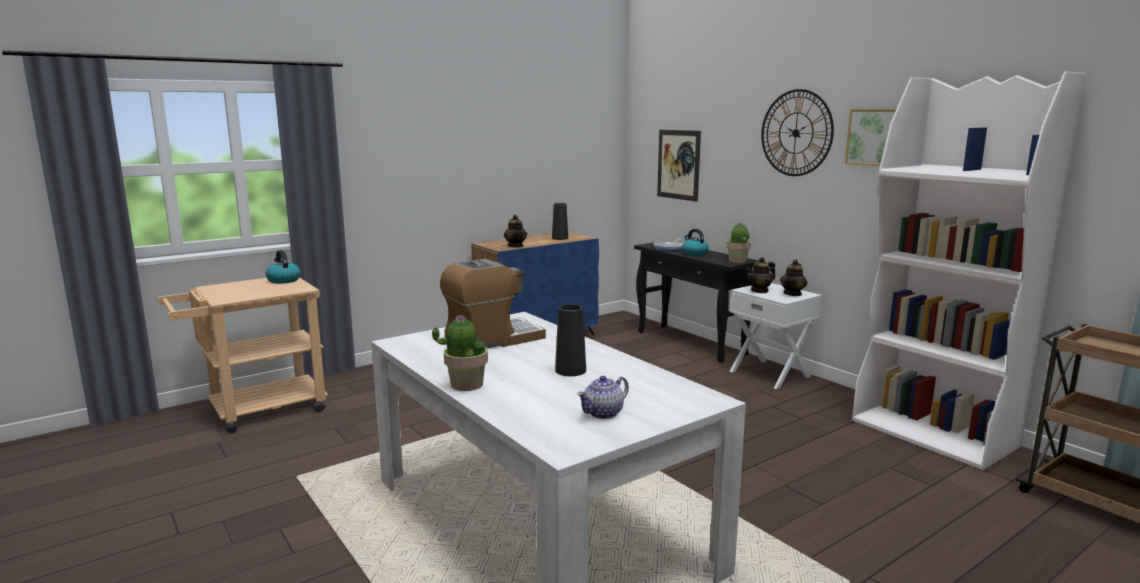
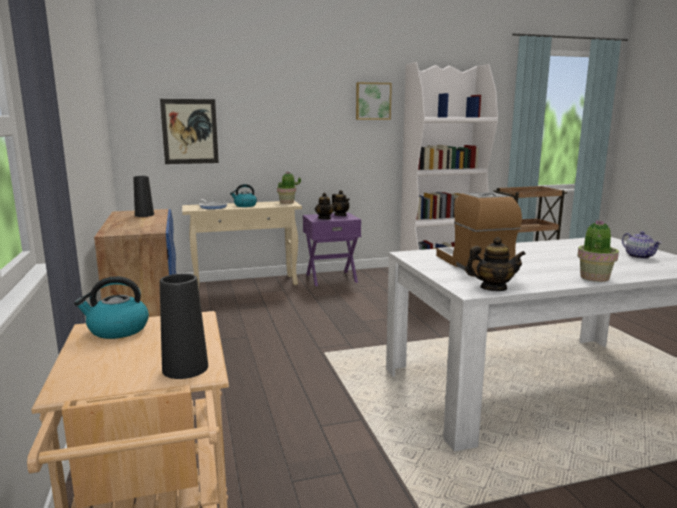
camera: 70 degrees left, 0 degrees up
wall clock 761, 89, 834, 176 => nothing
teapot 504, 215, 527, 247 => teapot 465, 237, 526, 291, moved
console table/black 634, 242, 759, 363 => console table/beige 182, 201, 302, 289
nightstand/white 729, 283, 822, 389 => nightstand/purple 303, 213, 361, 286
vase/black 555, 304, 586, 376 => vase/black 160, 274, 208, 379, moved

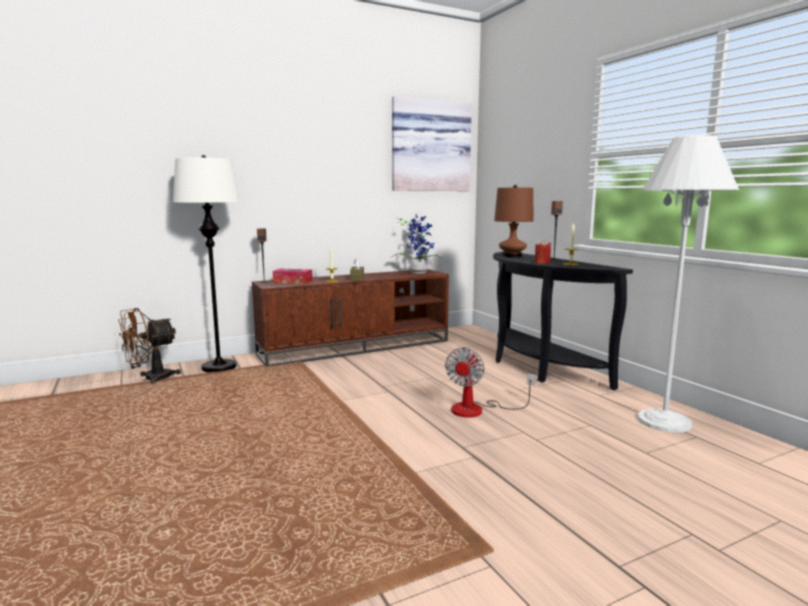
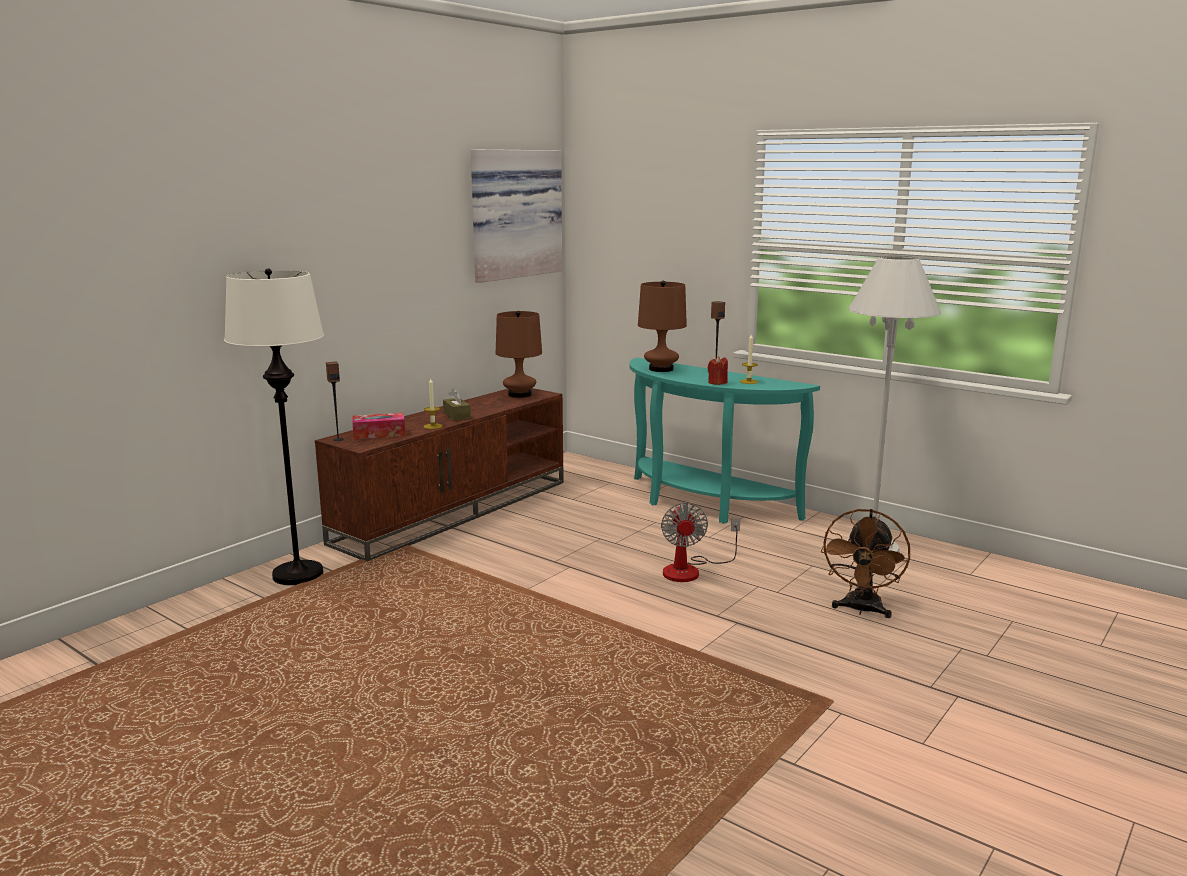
camera: 25 degrees left, 5 degrees up
potted plant 390, 215, 442, 274 => table lamp/brown 496, 311, 542, 398
console table/black 493, 251, 633, 391 => console table/turquoise 629, 358, 820, 524
fan/brown 118, 308, 181, 384 => fan/brown 821, 509, 910, 618, moved

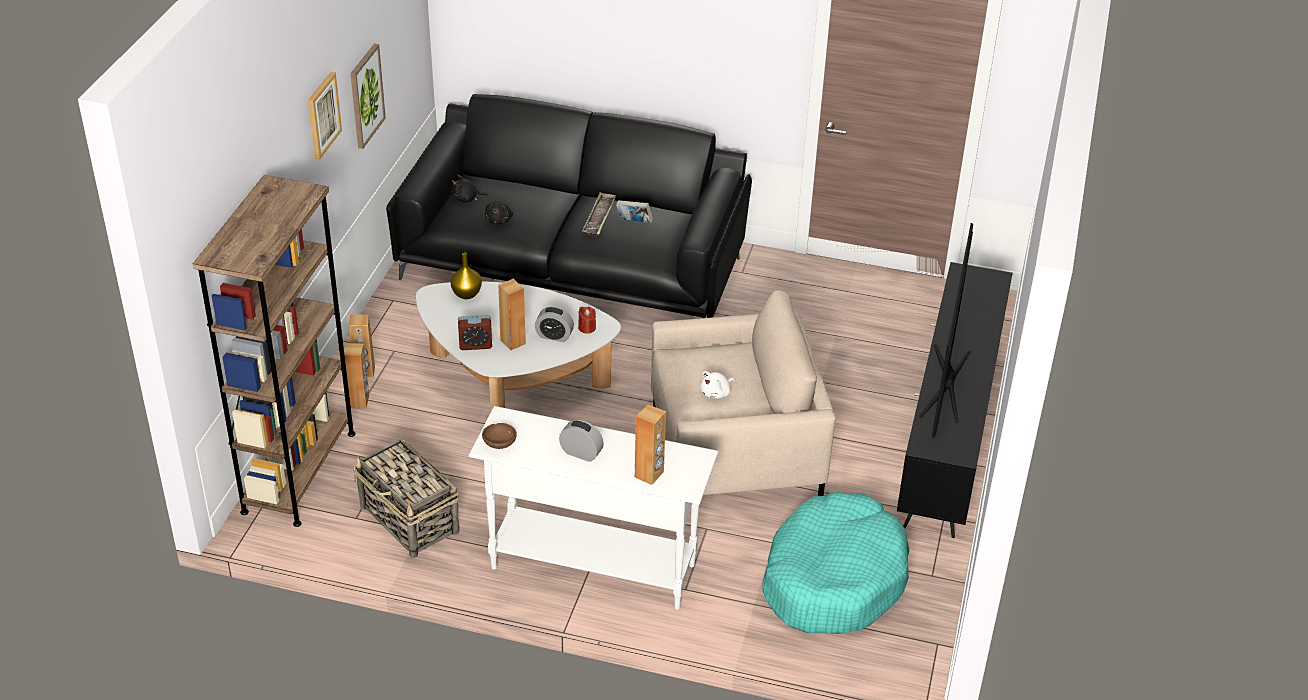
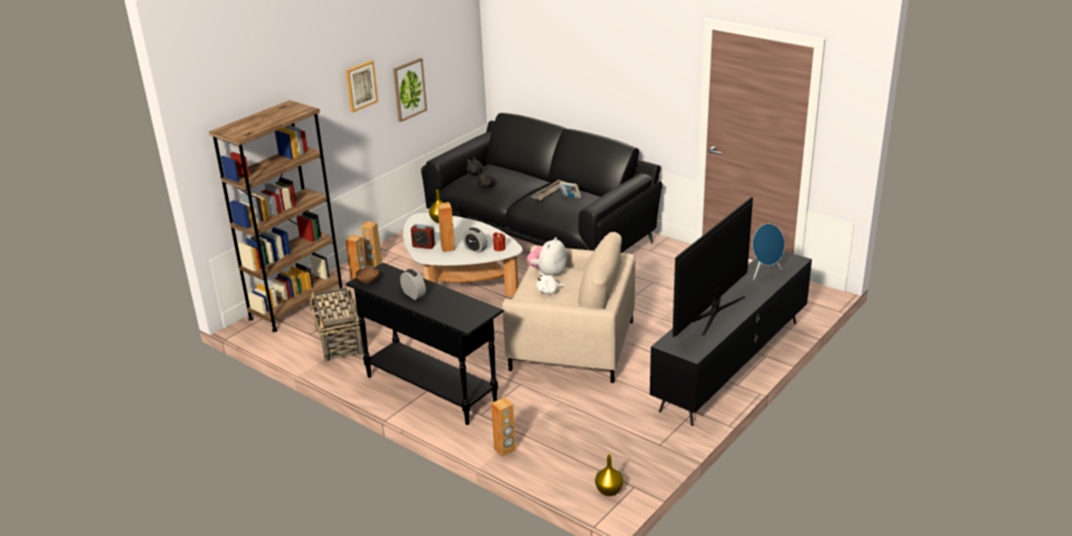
camera: 25 degrees right, 10 degrees down
speaker/brown 635, 404, 666, 485 => speaker/brown 491, 397, 516, 457, moved
console table/white 469, 406, 718, 610 => console table/black 346, 263, 504, 425
dog bed/turquoise 762, 491, 909, 634 => nothing
nothing => speaker/blue 750, 224, 785, 280
nothing => plush toy 527, 237, 567, 277
nothing => vase/yellow 595, 454, 623, 496

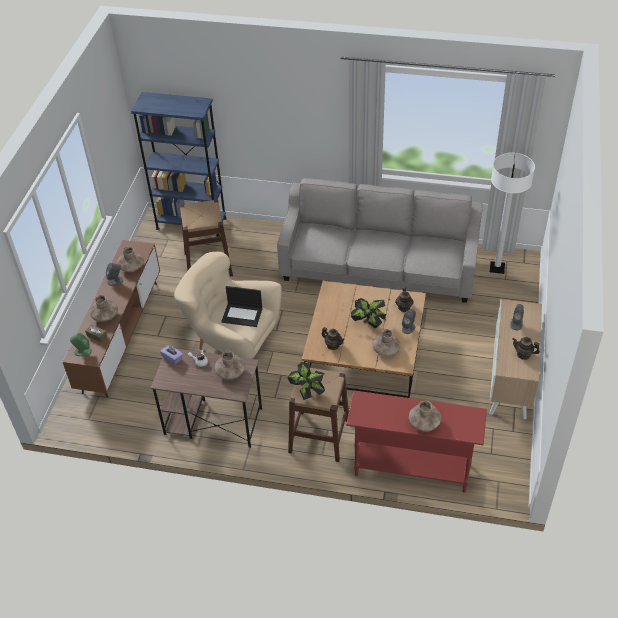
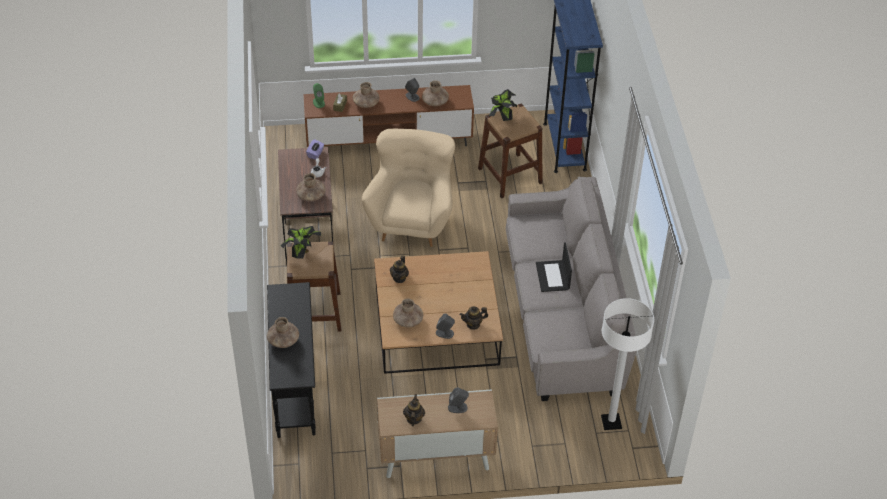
camera: 70 degrees right, 0 degrees up
laptop 221, 286, 262, 327 => laptop 536, 242, 572, 292, moved
potted plant 351, 298, 386, 328 => potted plant 489, 89, 517, 121, moved
console table/red 346, 390, 487, 493 => console table/black 267, 282, 316, 438

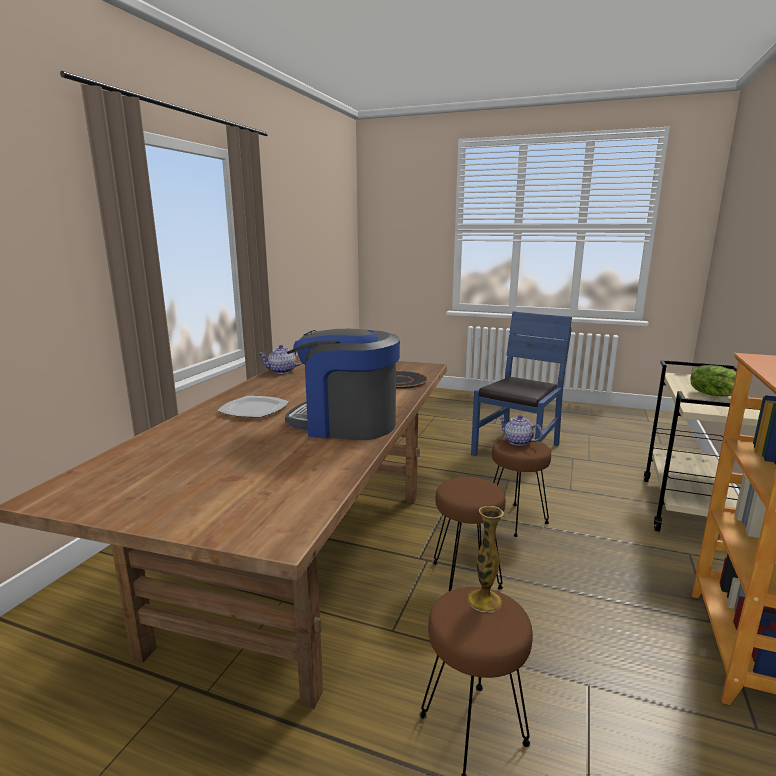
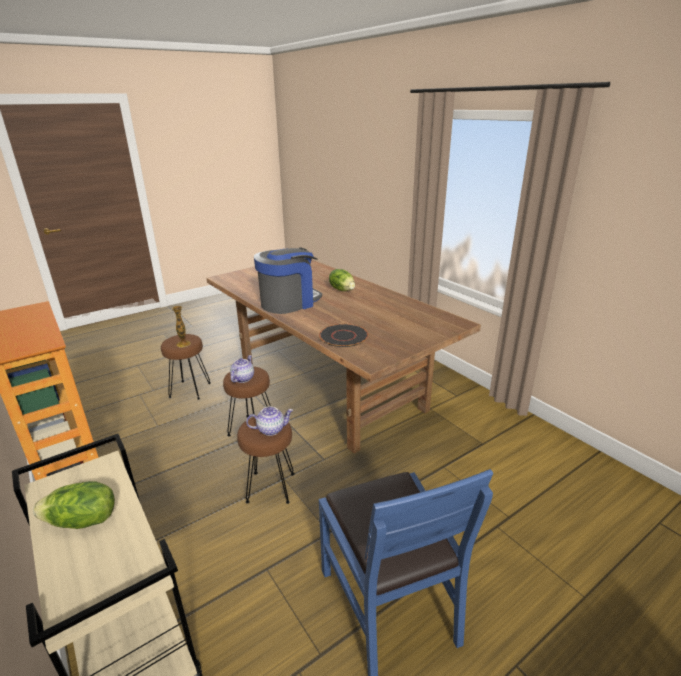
camera: 125 degrees right, 10 degrees up
teapot 258, 345, 302, 374 => teapot 230, 355, 254, 383, moved
plate 217, 396, 289, 418 => lettuce 329, 269, 355, 291

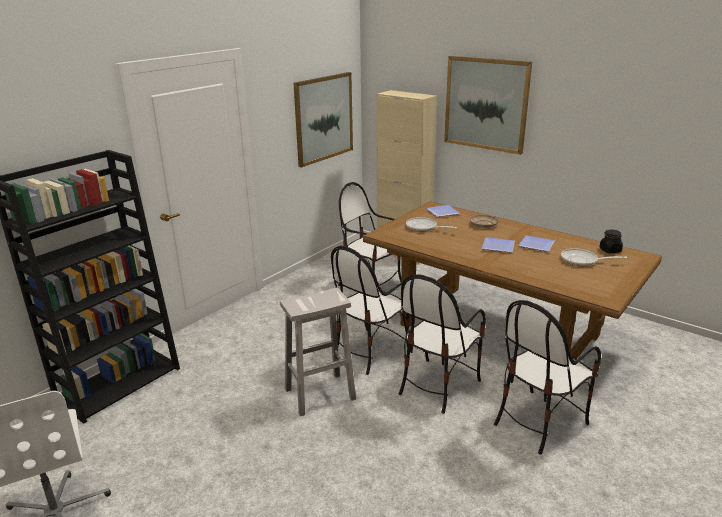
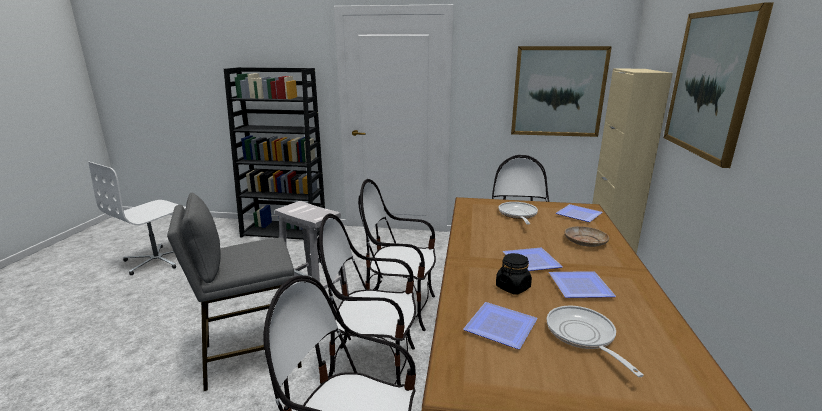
camera: 60 degrees right, 5 degrees down
jar/black 600, 229, 623, 253 => jar/black 496, 253, 532, 295, moved
nothing => stool/grey 167, 193, 302, 391
nothing => plate 464, 302, 538, 349

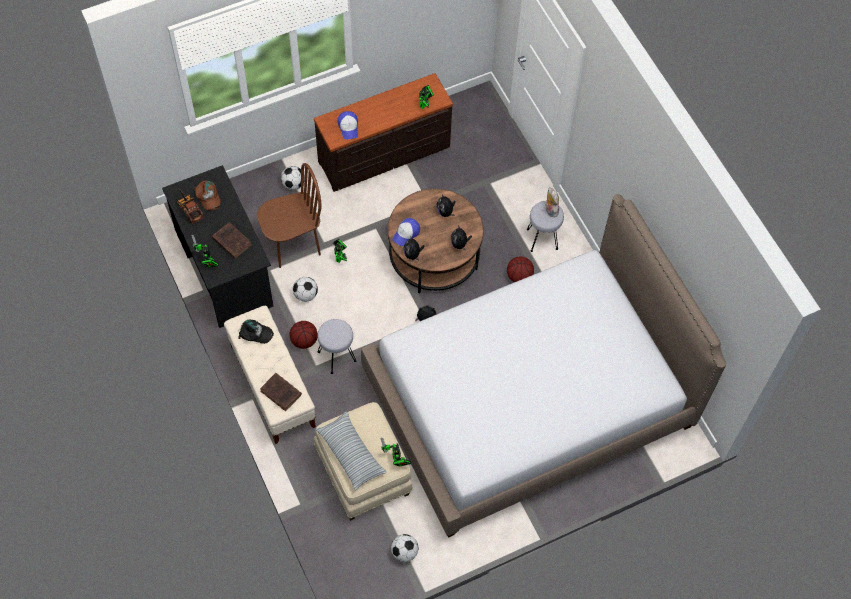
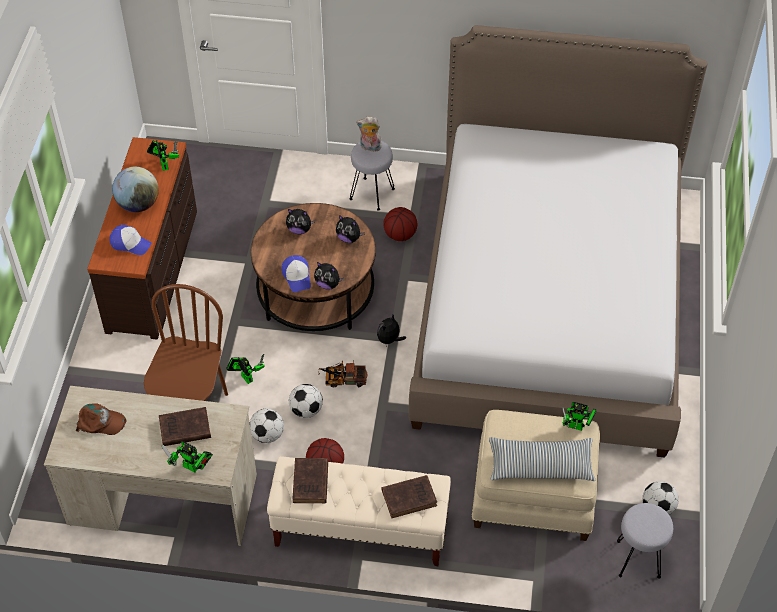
camera: 55 degrees left, 10 degrees down
desk/black 162, 165, 273, 328 => desk/beige 44, 386, 257, 546
football 281, 166, 305, 190 => football 289, 384, 323, 418, moved
toy truck 177, 189, 204, 224 => toy truck 318, 360, 367, 387, moved
stool/grey 317, 319, 357, 374 => stool/grey 617, 503, 673, 579, moved
cap/black 238, 320, 274, 344 => book/brown 293, 458, 328, 503
nothing => globe 112, 167, 159, 212

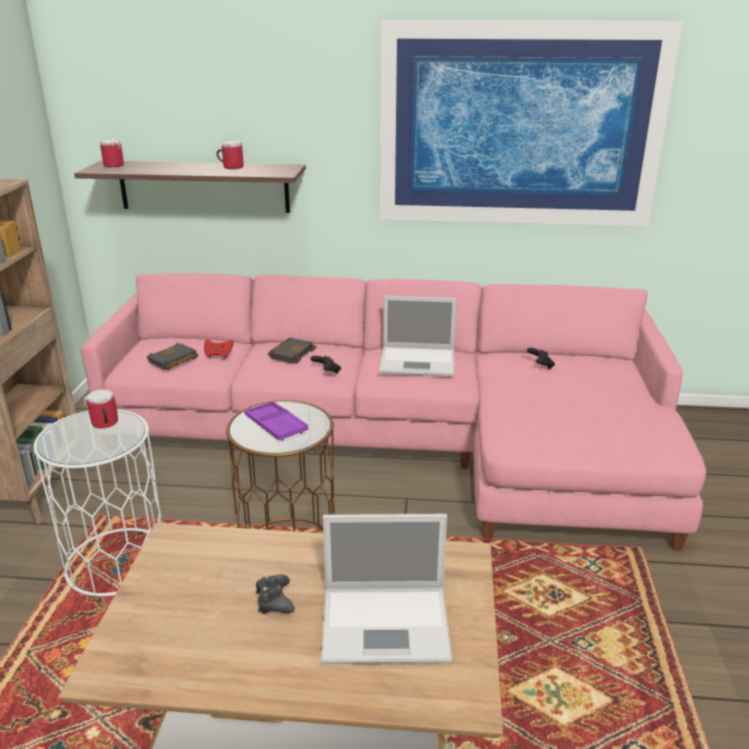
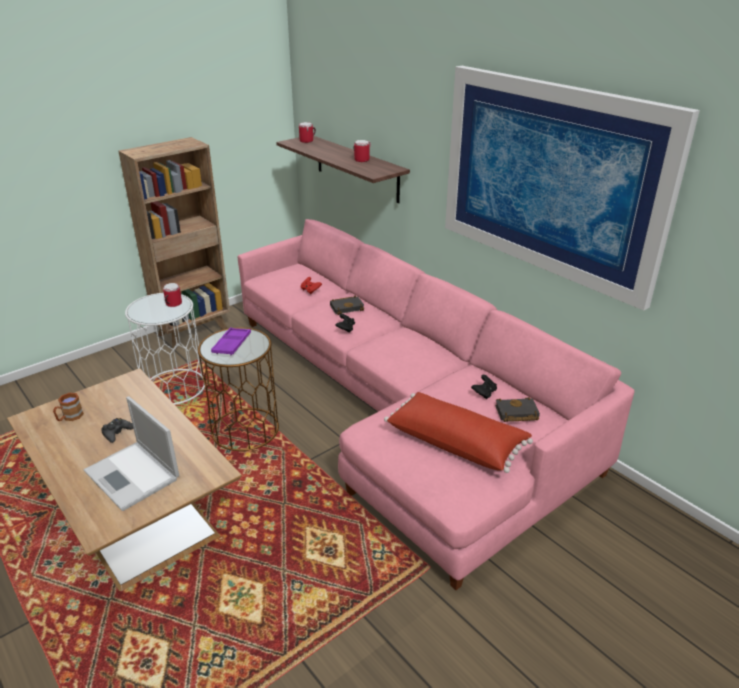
camera: 45 degrees right, 5 degrees up
laptop 378, 296, 457, 377 => nothing
book/black 147, 343, 198, 370 => book/black 495, 397, 540, 422, moved
nothing => pillow/red 384, 392, 533, 473
nothing => mug/brown 53, 393, 84, 421

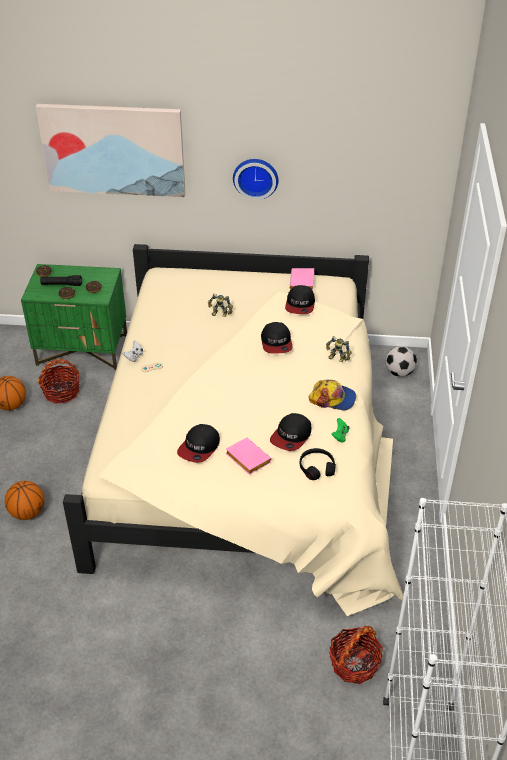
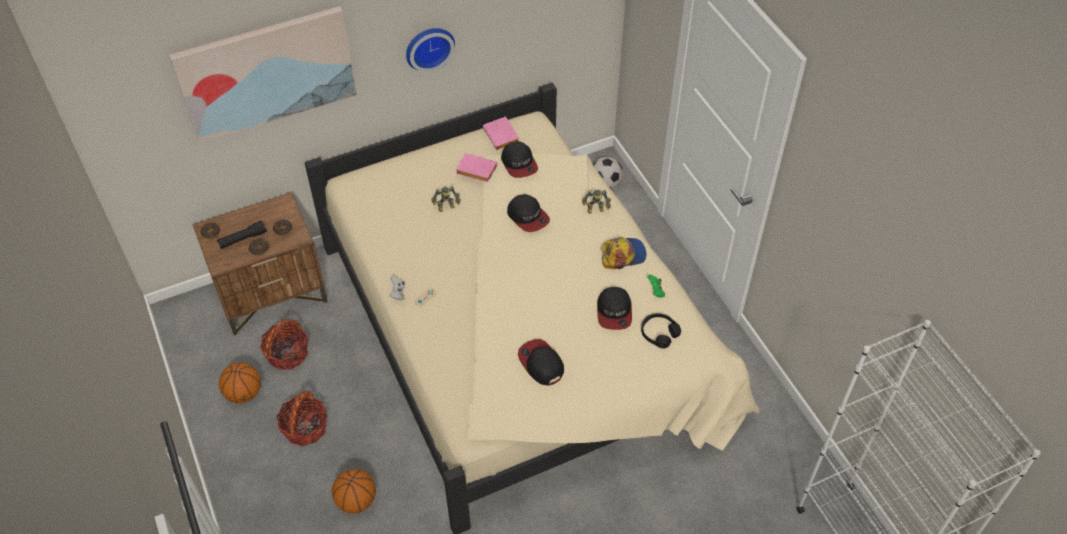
camera: 30 degrees left, 10 degrees up
nightstand/green 21, 264, 127, 370 => nightstand/brown 193, 192, 328, 336
cap 177, 424, 220, 463 => cap 518, 339, 564, 385, 150 degrees clockwise
book/pink 226, 438, 272, 475 => book/pink 456, 153, 497, 182, moved
basket 329, 626, 383, 684 => basket 276, 391, 327, 446, moved

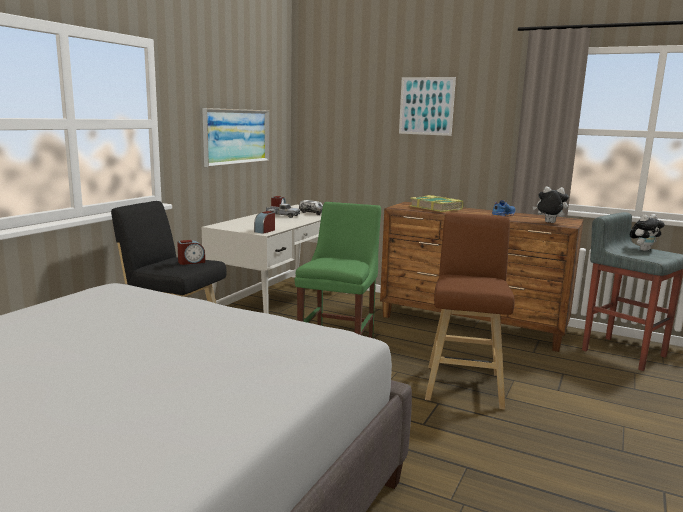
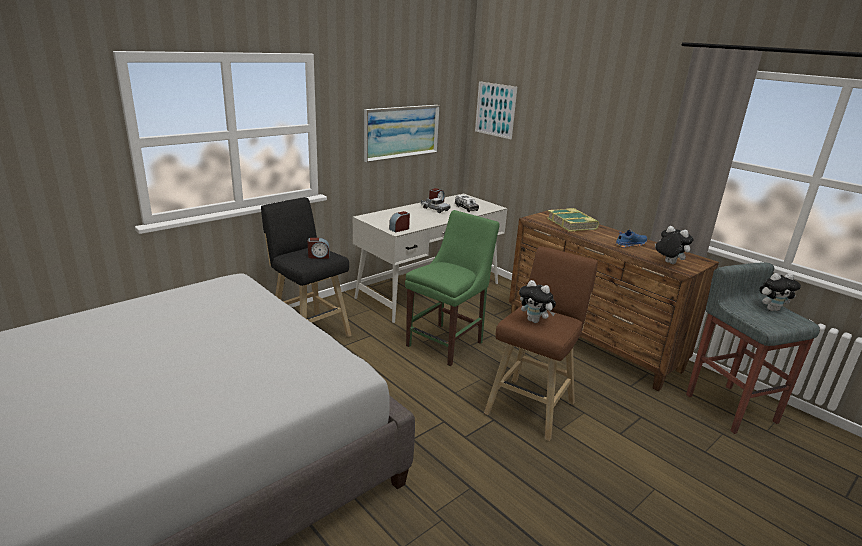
camera: 20 degrees right, 10 degrees up
picture 399, 77, 456, 136 => picture 475, 81, 517, 139, moved
nothing => plush toy 519, 280, 556, 323

